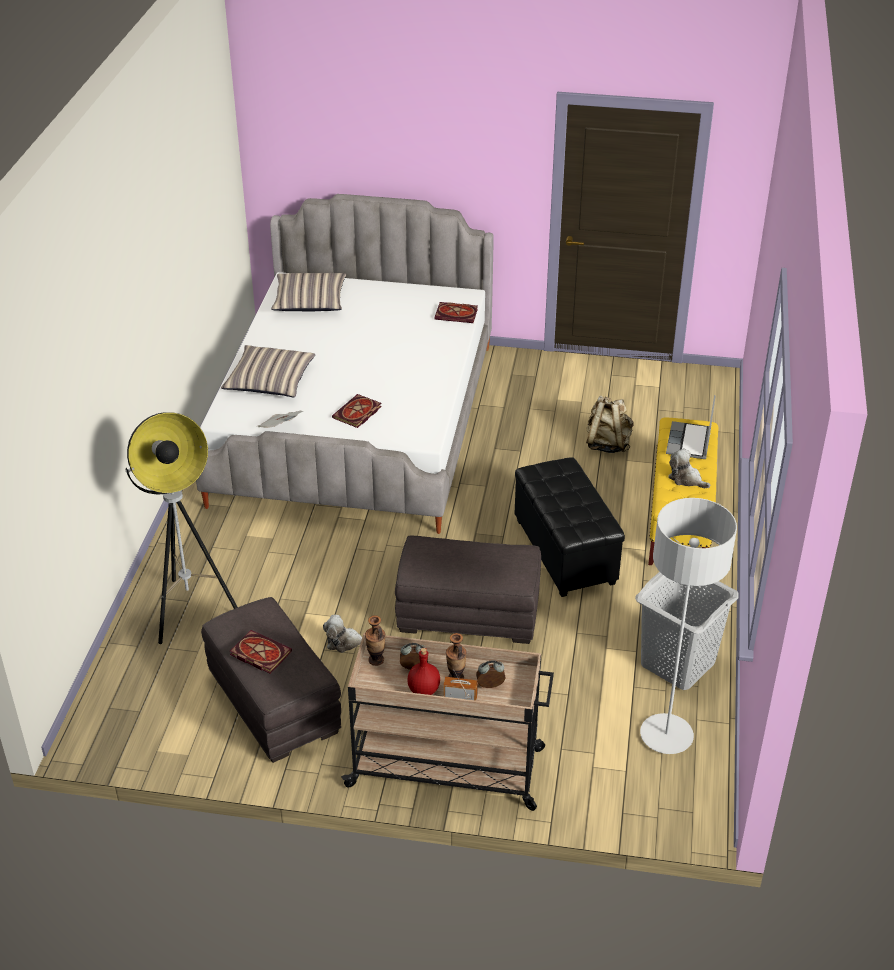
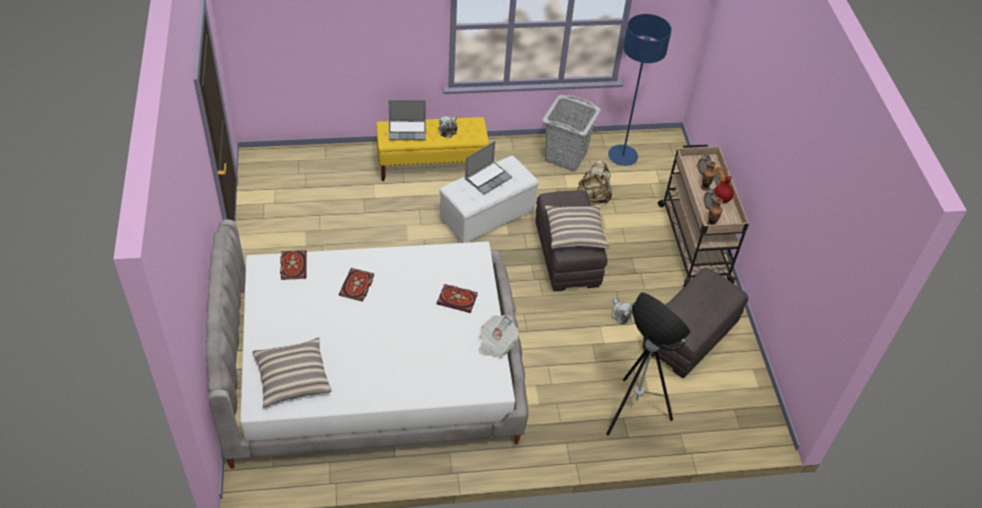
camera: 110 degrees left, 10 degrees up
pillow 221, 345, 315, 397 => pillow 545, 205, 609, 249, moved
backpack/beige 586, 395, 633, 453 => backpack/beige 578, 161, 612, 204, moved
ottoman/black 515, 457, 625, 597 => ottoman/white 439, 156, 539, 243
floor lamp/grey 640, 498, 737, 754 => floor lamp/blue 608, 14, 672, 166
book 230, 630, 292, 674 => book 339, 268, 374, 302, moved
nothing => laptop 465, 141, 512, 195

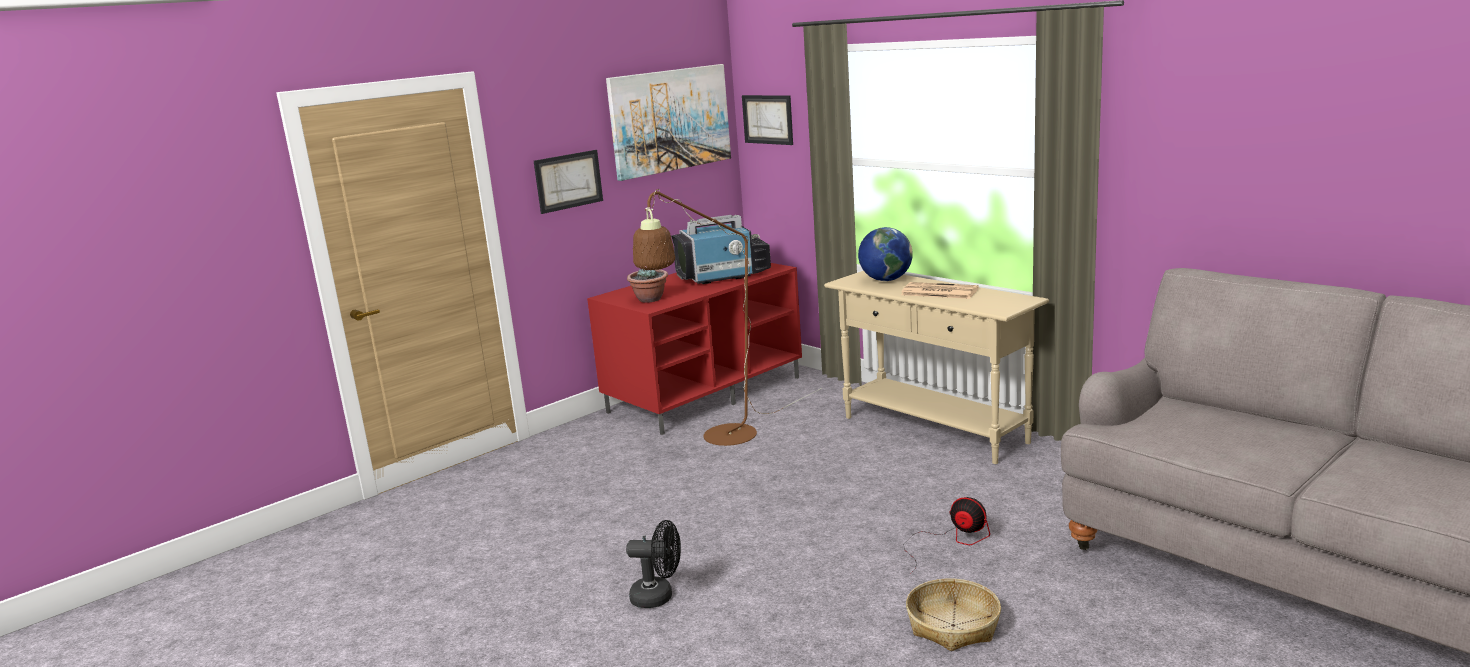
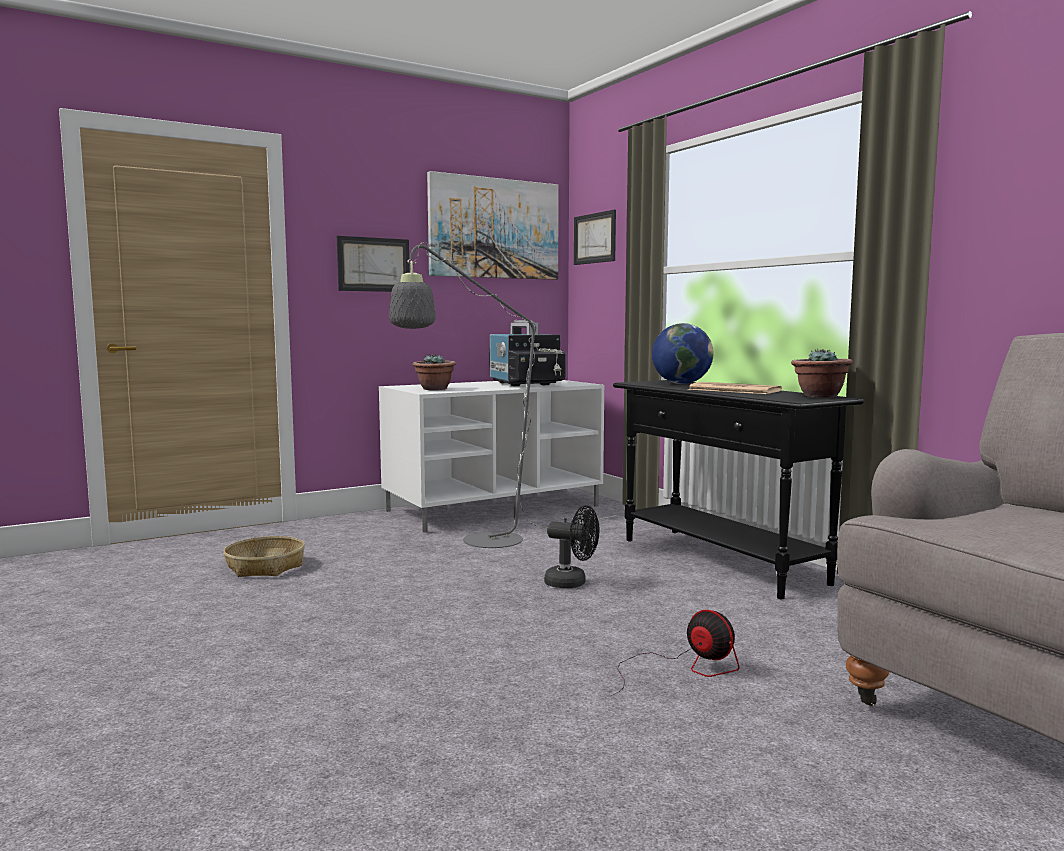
camera: 10 degrees right, 10 degrees down
floor lamp/brown 633, 189, 822, 446 => floor lamp/grey 389, 242, 616, 548
television 671, 215, 771, 284 => television 489, 320, 566, 386, 75 degrees clockwise
tv stand/red 587, 263, 802, 435 => tv stand/white 379, 380, 604, 532
console table/beige 824, 271, 1049, 464 => console table/black 613, 380, 864, 599
fan/black 626, 520, 681, 608 => fan/black 544, 505, 599, 588, moved
basket 906, 578, 1001, 651 => basket 223, 536, 305, 577, moved
nothing => potted plant 791, 349, 853, 397

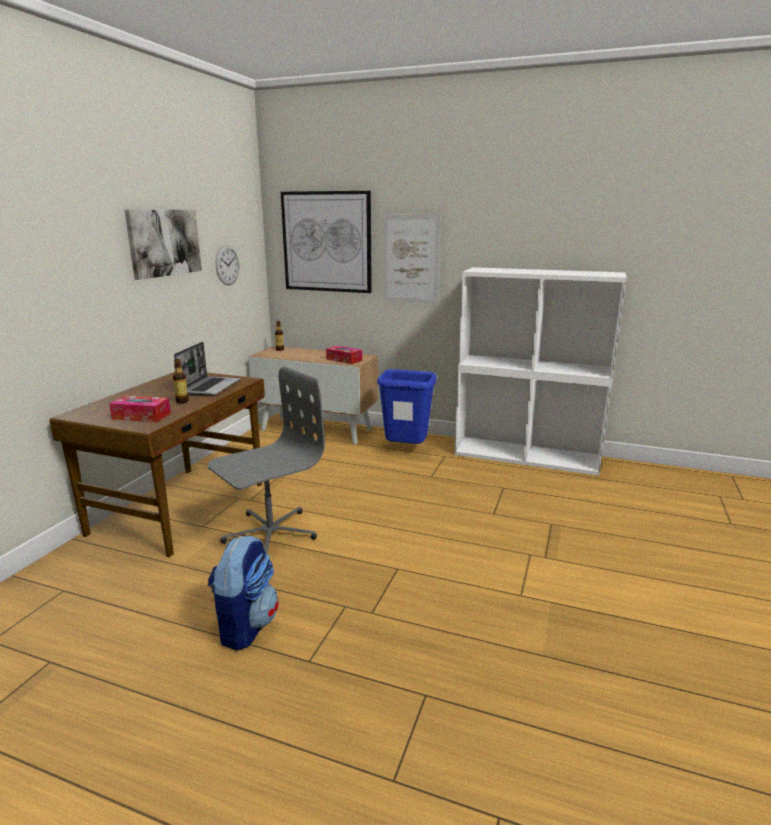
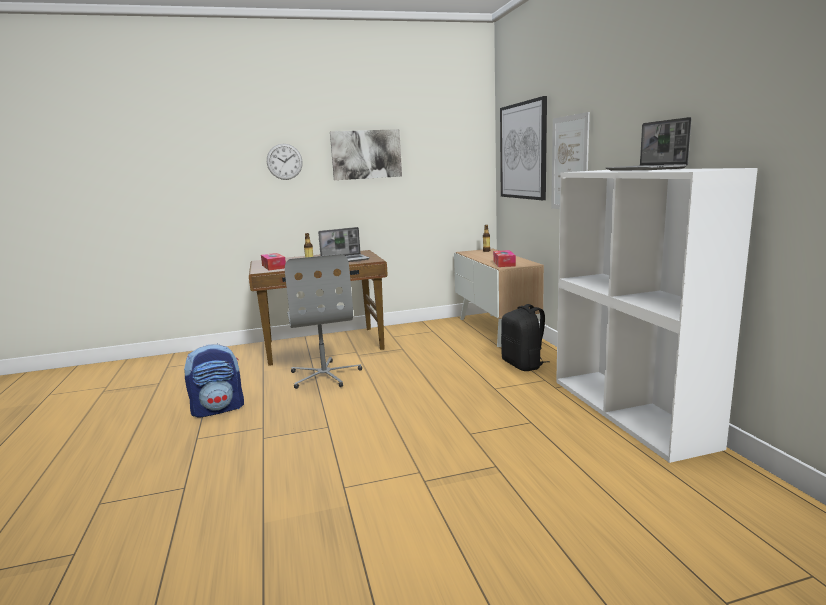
camera: 55 degrees right, 5 degrees down
wall clock 216, 245, 239, 285 => wall clock 267, 144, 303, 180, moved
office chair/grey 207, 366, 325, 554 => office chair/grey 285, 254, 362, 389, 60 degrees clockwise
trash can/blue 377, 369, 437, 444 => backpack/black 501, 304, 550, 371
nothing => laptop 606, 117, 692, 171

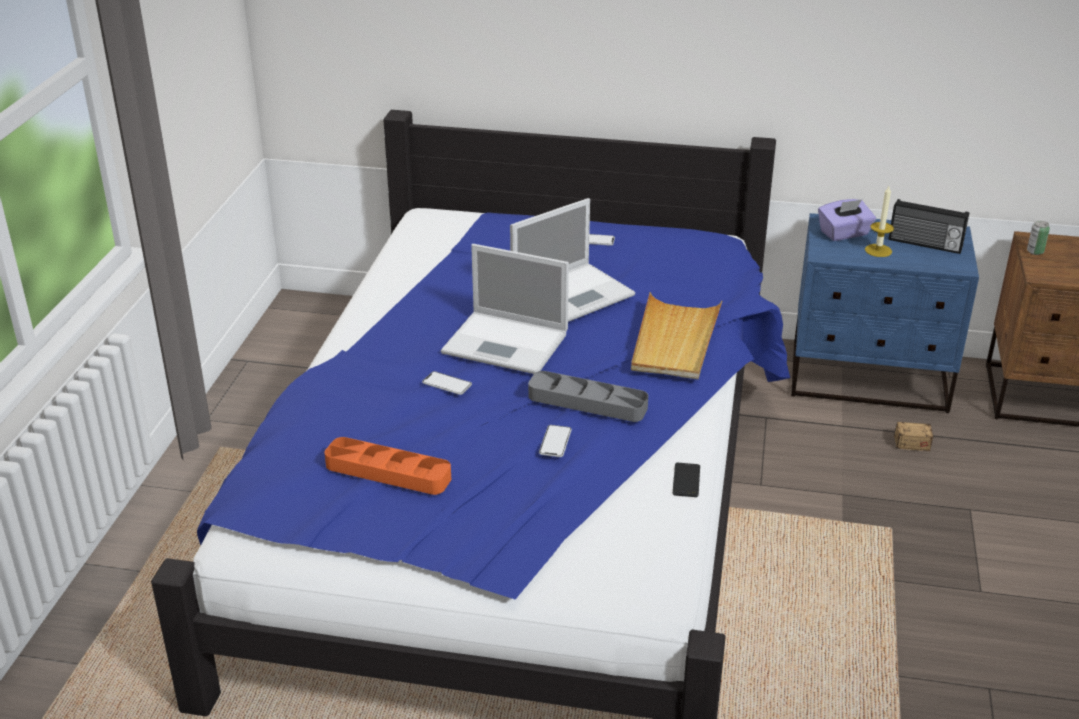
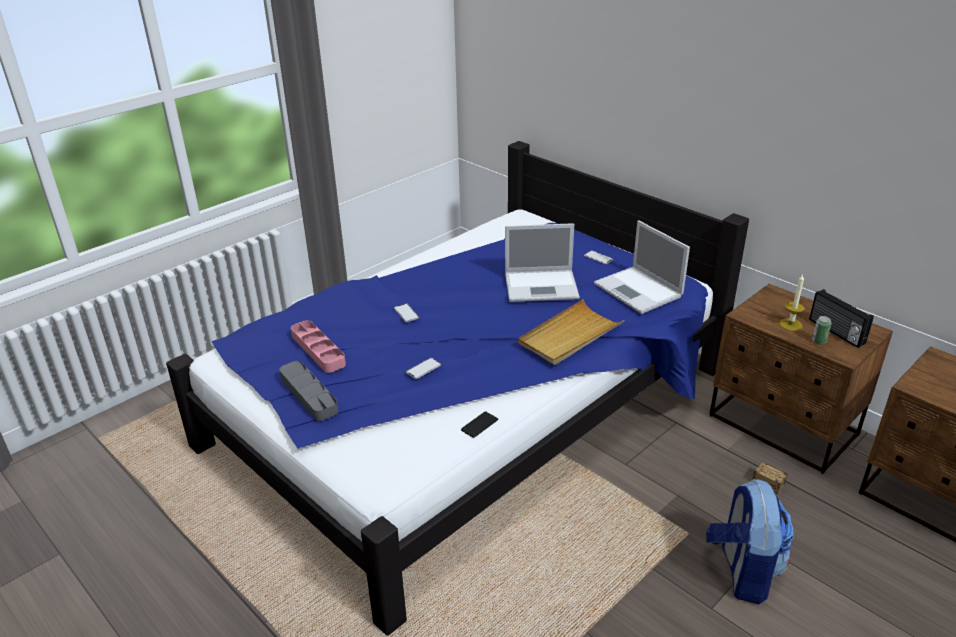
camera: 35 degrees right, 0 degrees up
tissue box/purple 818, 199, 876, 241 => nothing
nightstand/blue 791, 213, 979, 413 => nightstand/brown 709, 284, 893, 474
can 1027, 221, 1050, 255 => can 812, 316, 832, 344, moved
laptop 441, 244, 569, 374 => laptop 594, 220, 690, 314, moved
tray/grey 528, 371, 648, 422 => tray/grey 279, 361, 338, 421, moved
tray/orange 324, 437, 451, 495 => tray/pink 291, 320, 346, 373
nothing => backpack 706, 479, 794, 604

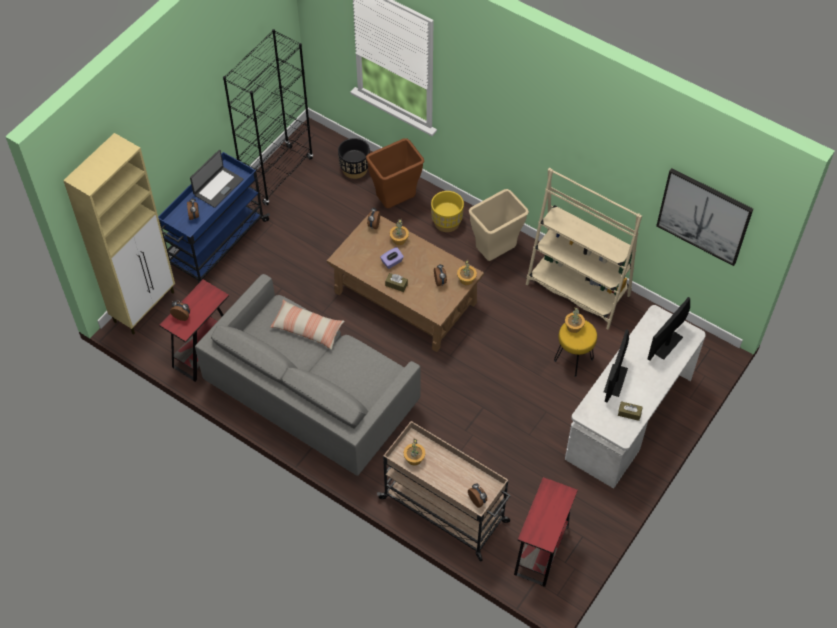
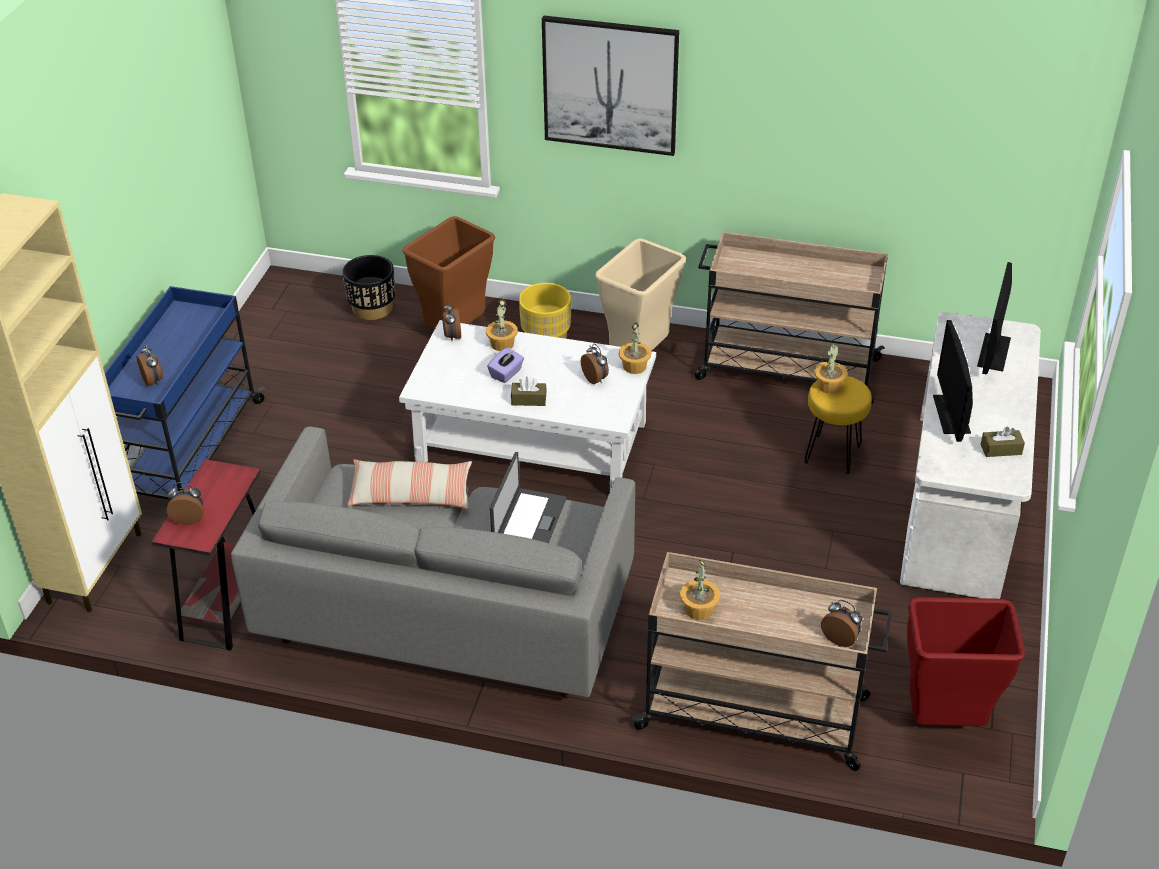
camera: 20 degrees left, 15 degrees down
bookcase/black 223, 29, 313, 205 => nothing
laptop 190, 150, 244, 208 => laptop 490, 452, 566, 543, moved
bookcase/beige 526, 167, 642, 330 => cart/beige 695, 232, 888, 405
picture 656, 168, 753, 266 => picture 542, 15, 679, 156, moved
coffee table/brown 327, 211, 484, 352 => coffee table/white 399, 320, 656, 489
side table/red 514, 477, 578, 587 => trash can/red 907, 597, 1025, 726

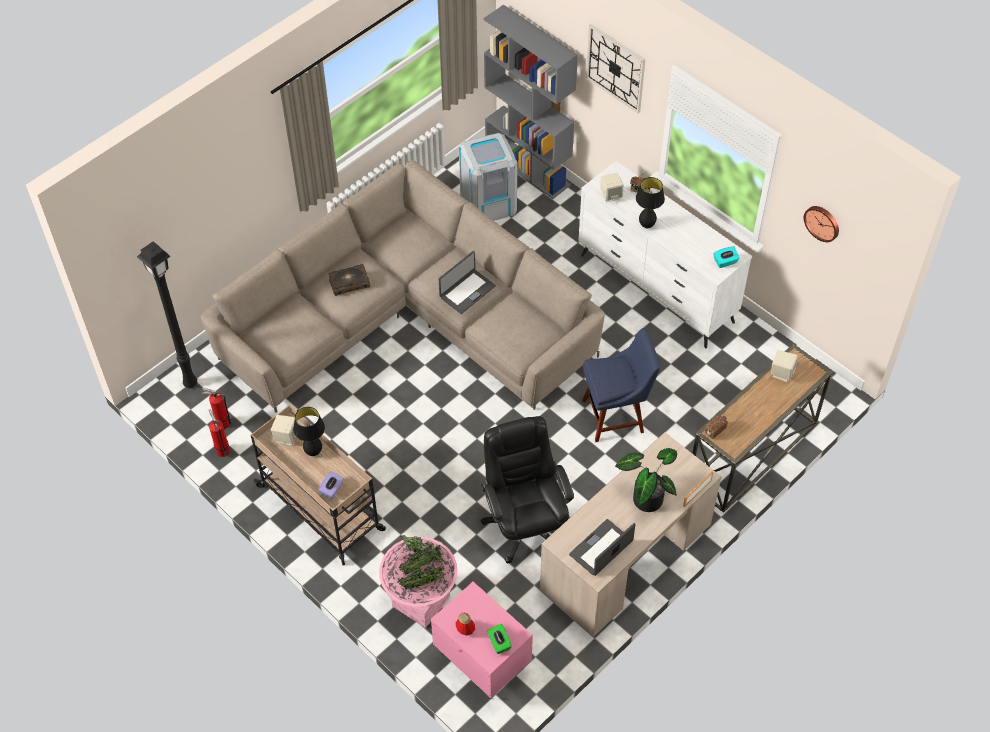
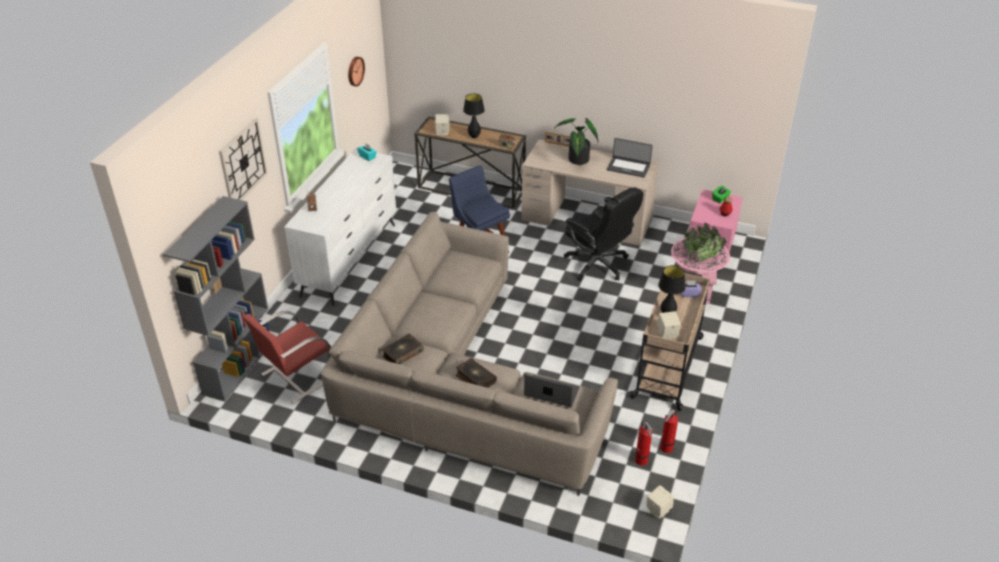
camera: 115 degrees left, 15 degrees down
trash can/grey 459, 133, 517, 221 => chair/red 243, 311, 331, 404
speaker/beige 600, 173, 624, 202 => speaker/beige 647, 485, 674, 518, moved
table lamp/black 636, 177, 665, 228 => table lamp/black 463, 94, 485, 138, moved
floor lamp/black 137, 241, 197, 388 => nothing
laptop 439, 251, 496, 314 => laptop 524, 374, 580, 407, moved
office chair/black 481, 416, 574, 563 => office chair/black 564, 187, 643, 281, 90 degrees counterclockwise
nothing => book 382, 334, 424, 364

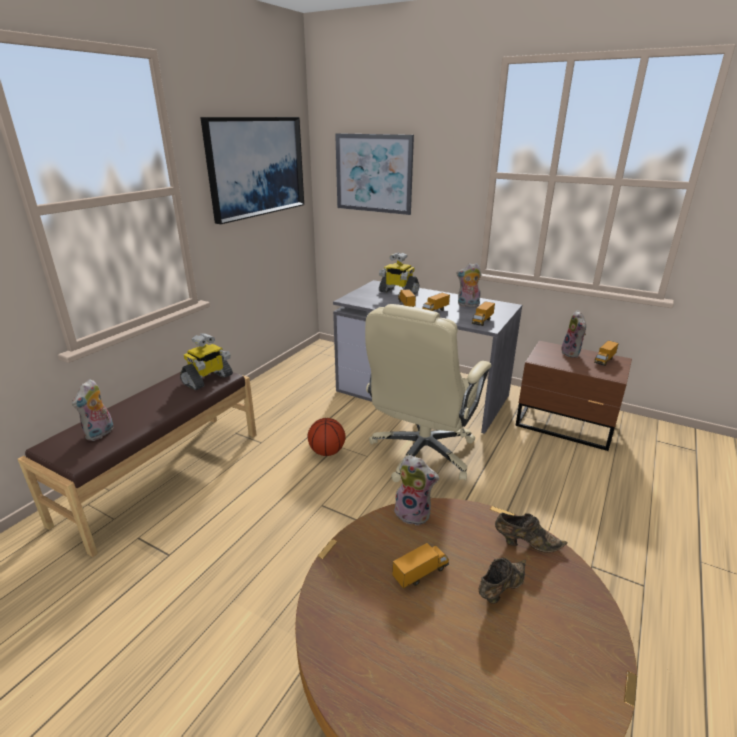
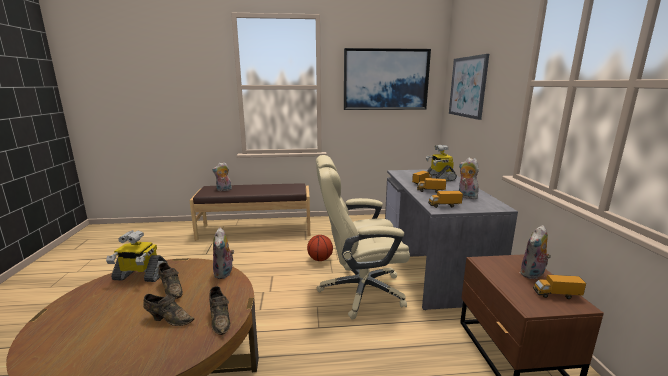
camera: 55 degrees right, 10 degrees down
toy robot 180, 333, 233, 390 => toy robot 106, 230, 167, 282, moved
toy truck 392, 543, 449, 589 => shoe/brown 158, 262, 183, 299

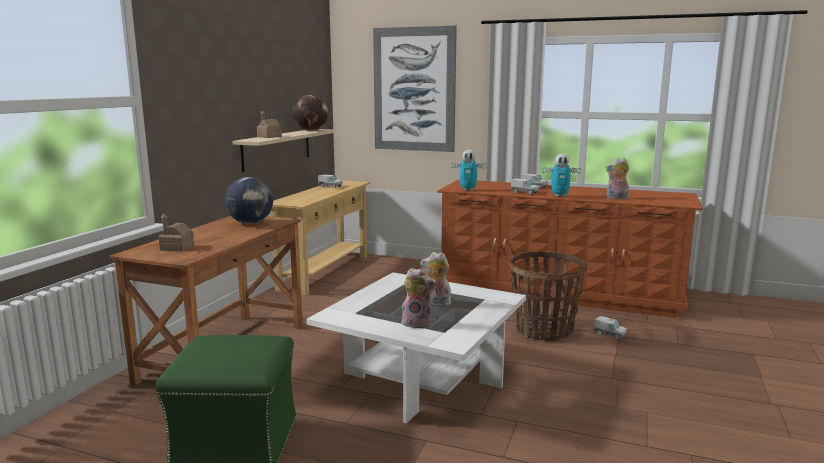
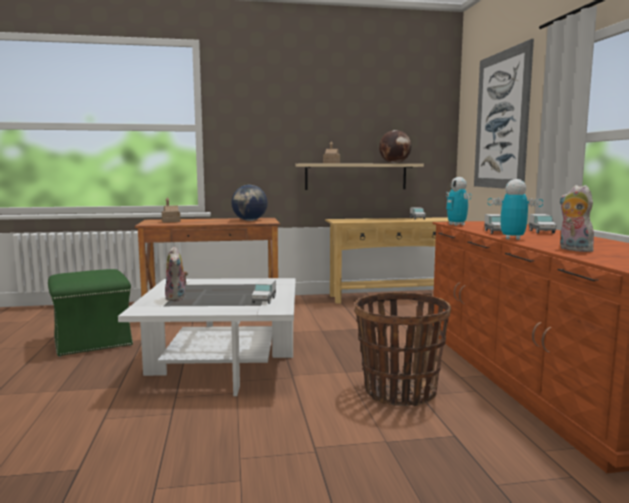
camera: 60 degrees right, 5 degrees down
toy robot 543, 154, 581, 198 => toy robot 488, 179, 543, 240, 135 degrees clockwise
plush toy 421, 252, 451, 307 => nothing
toy truck 594, 316, 628, 340 => toy truck 252, 280, 276, 304, moved

